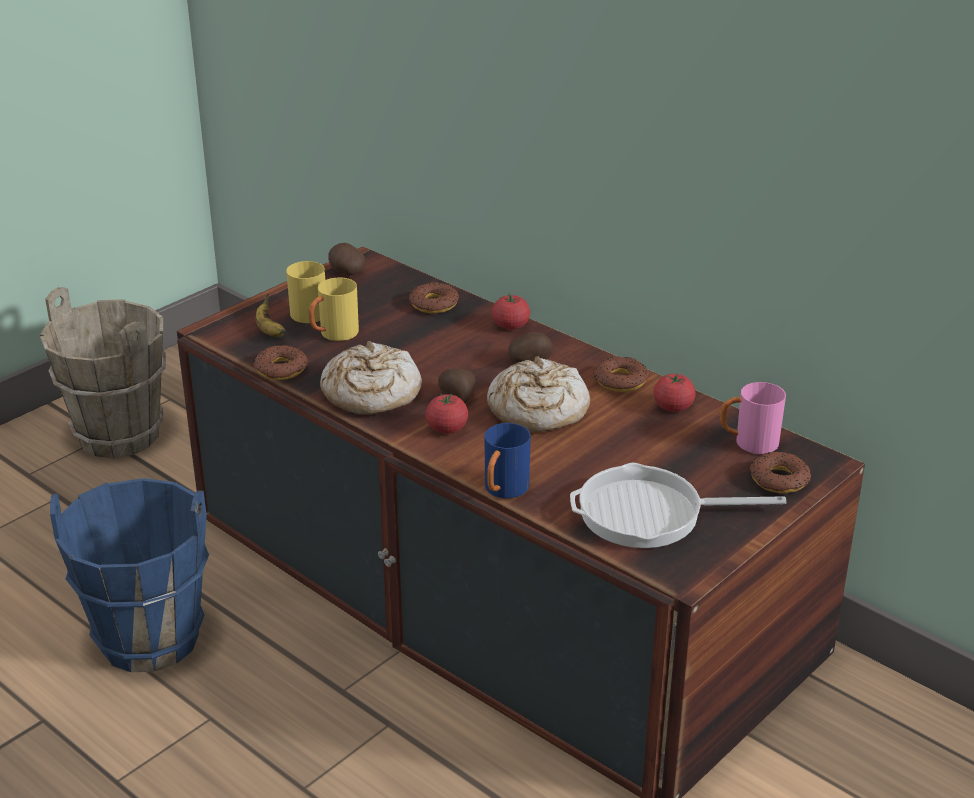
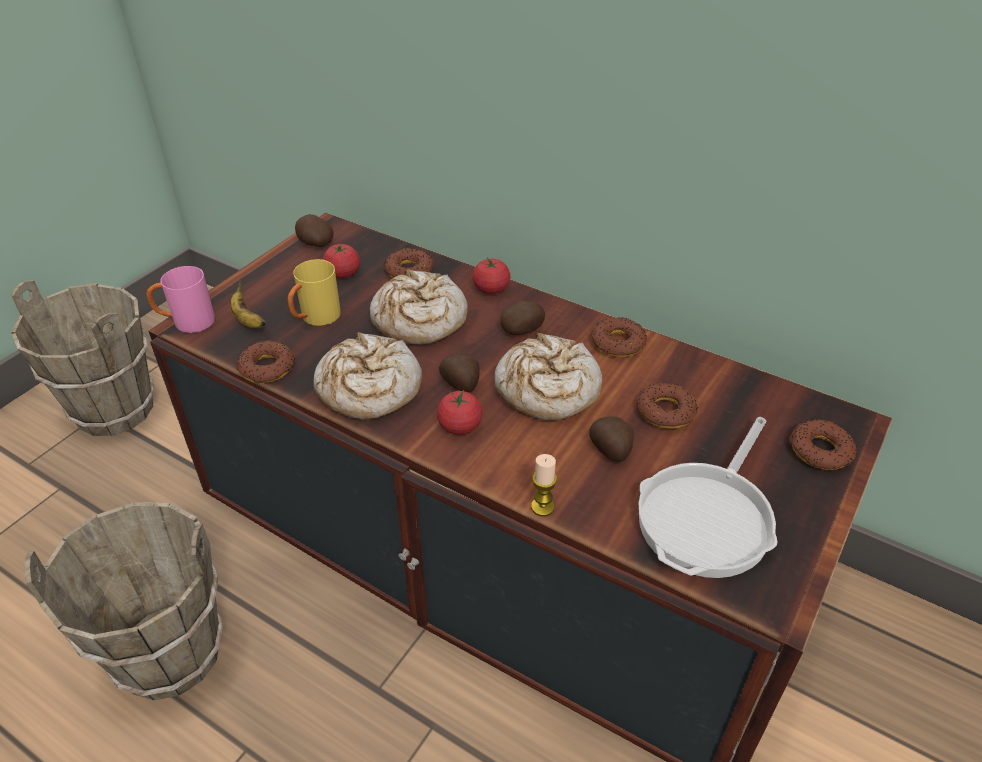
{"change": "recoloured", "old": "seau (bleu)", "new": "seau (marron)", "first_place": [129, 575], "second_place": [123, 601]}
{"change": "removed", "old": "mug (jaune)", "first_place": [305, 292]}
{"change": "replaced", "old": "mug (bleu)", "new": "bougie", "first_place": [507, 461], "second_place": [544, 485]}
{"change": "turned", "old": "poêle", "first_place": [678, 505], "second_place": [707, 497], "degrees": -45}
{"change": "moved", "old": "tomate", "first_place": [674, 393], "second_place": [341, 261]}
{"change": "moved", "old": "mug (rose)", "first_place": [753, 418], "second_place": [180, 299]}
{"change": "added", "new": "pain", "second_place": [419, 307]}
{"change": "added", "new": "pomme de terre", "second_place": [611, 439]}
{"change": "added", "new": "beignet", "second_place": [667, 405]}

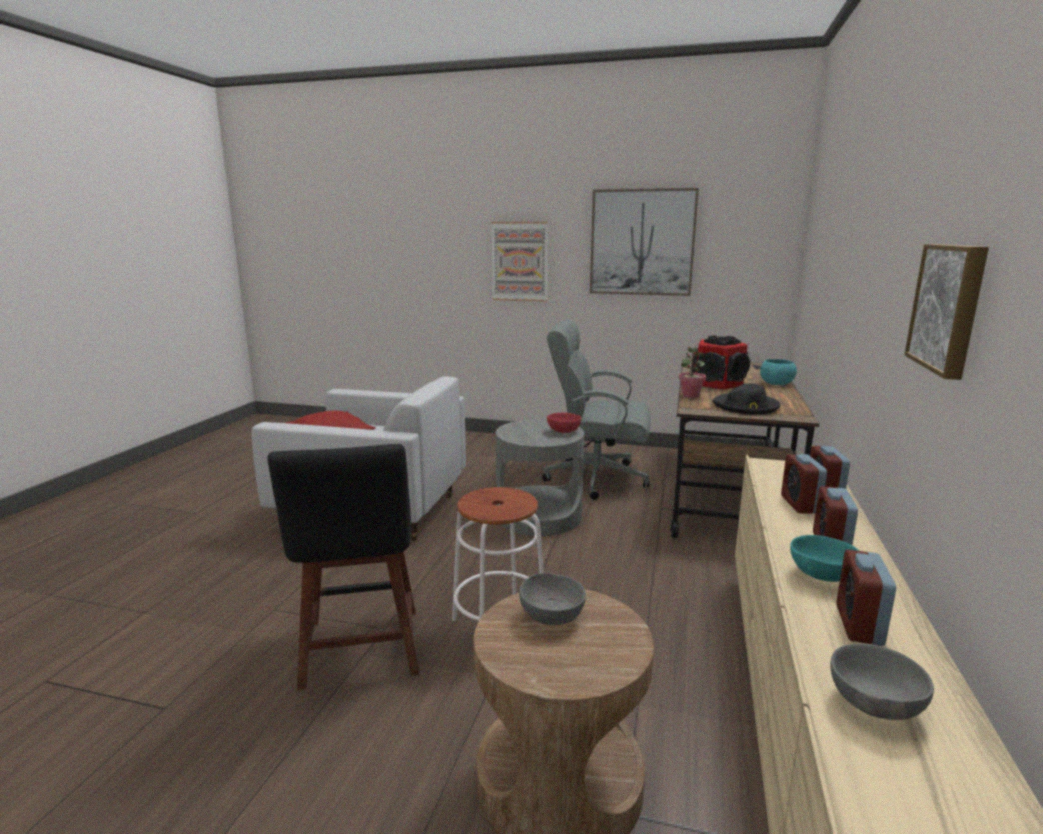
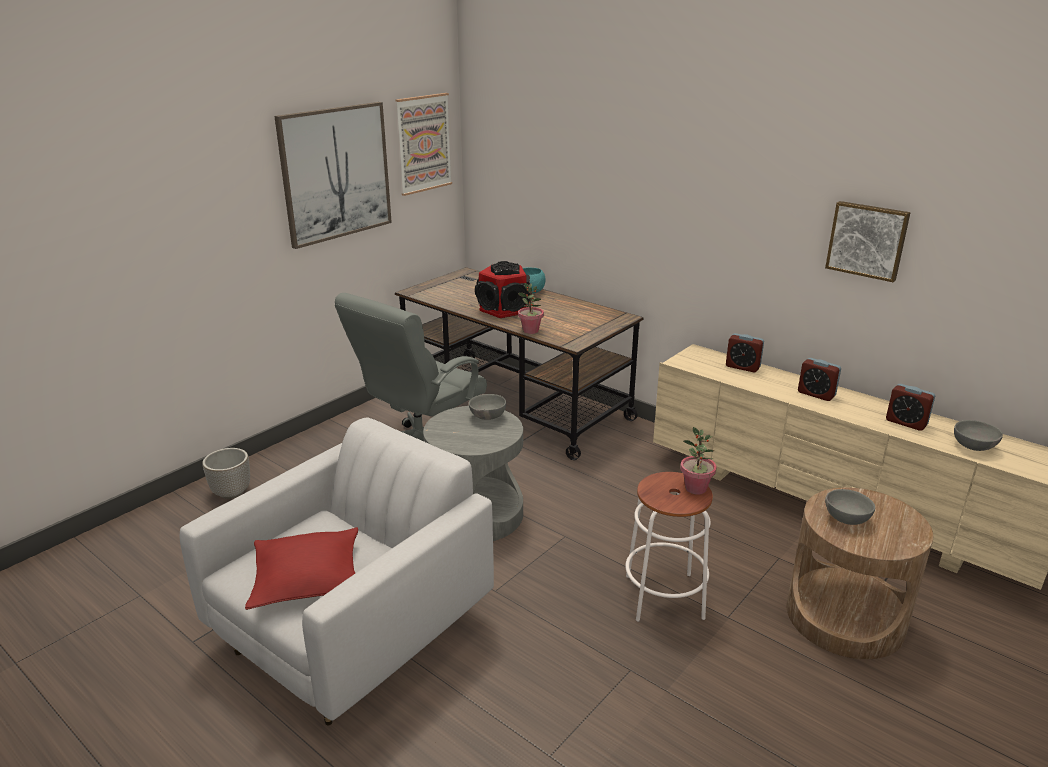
{"change": "removed", "old": "tabouret (noir)", "first_place": [343, 567]}
{"change": "moved", "old": "tableau", "first_place": [519, 262], "second_place": [423, 144]}
{"change": "recoloured", "old": "bol (rouge)", "new": "bol (gris)", "first_place": [564, 423], "second_place": [487, 407]}
{"change": "removed", "old": "chapeau (noir)", "first_place": [746, 399]}
{"change": "removed", "old": "réveil", "first_place": [804, 483]}
{"change": "removed", "old": "bol (turquoise)", "first_place": [824, 558]}
{"change": "added", "new": "cache-pot", "second_place": [226, 473]}
{"change": "added", "new": "plante en pot", "second_place": [698, 461]}

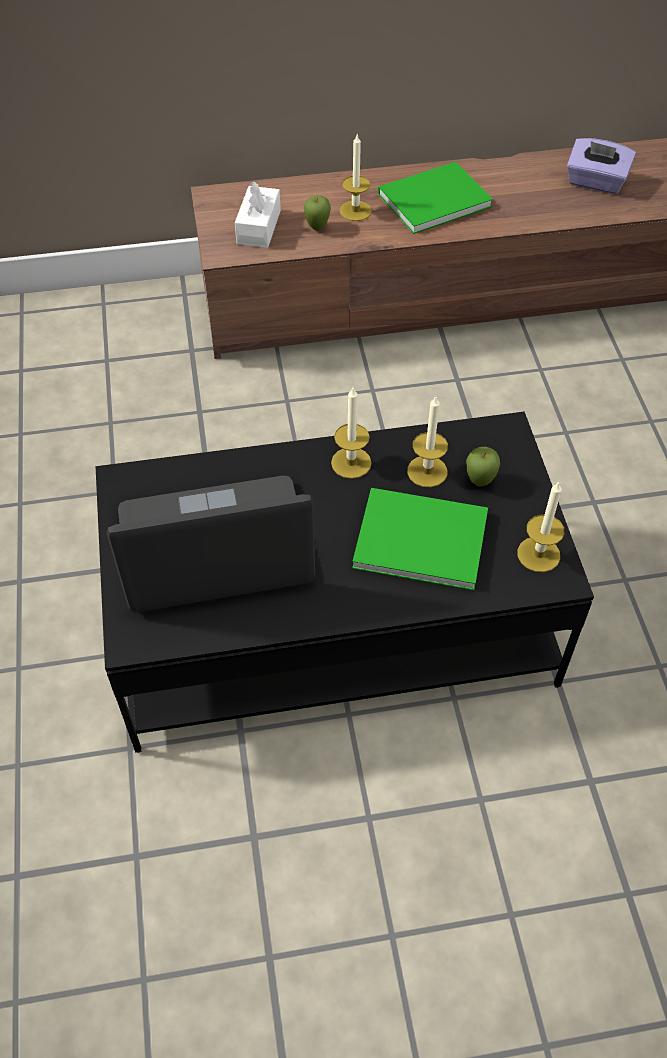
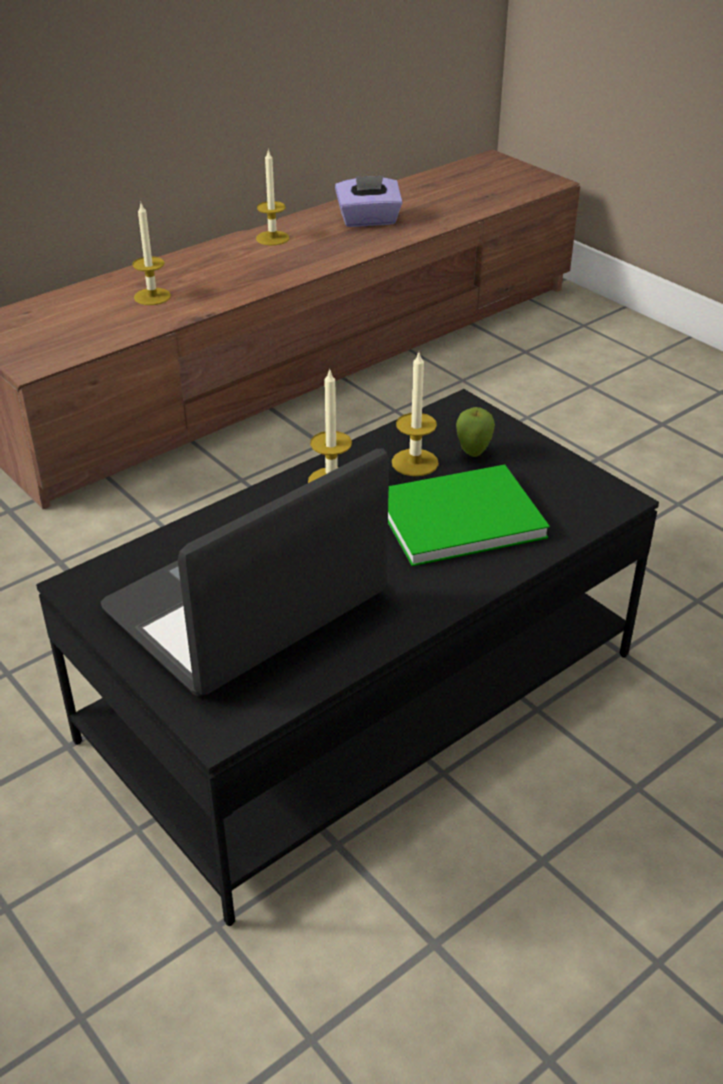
{"change": "removed", "old": "boîte à mouchoirs (blanc)", "first_place": [258, 214]}
{"change": "removed", "old": "pomme", "first_place": [317, 213]}
{"change": "removed", "old": "livre (vert)", "first_place": [435, 198]}
{"change": "moved", "old": "bougie", "first_place": [541, 526], "second_place": [272, 197]}

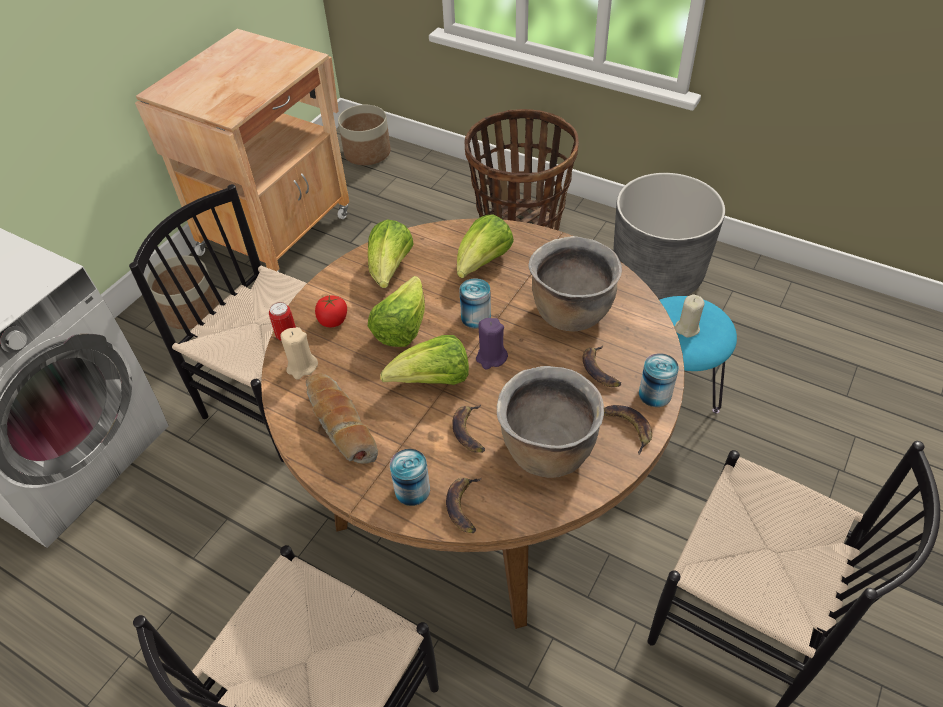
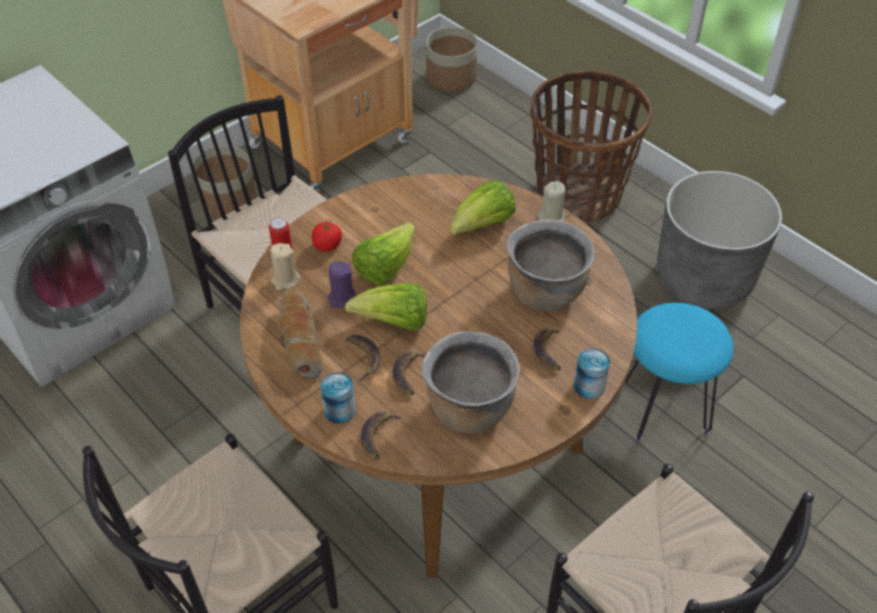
{"change": "removed", "old": "laitue", "first_place": [391, 253]}
{"change": "removed", "old": "boîte métallique", "first_place": [475, 303]}
{"change": "moved", "old": "bougie (violet)", "first_place": [492, 344], "second_place": [342, 284]}
{"change": "moved", "old": "banane", "first_place": [628, 430], "second_place": [363, 358]}
{"change": "moved", "old": "bougie (beige)", "first_place": [690, 316], "second_place": [552, 201]}

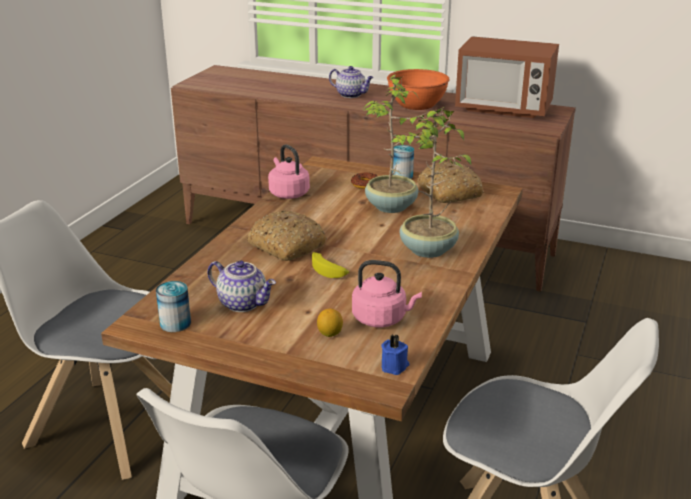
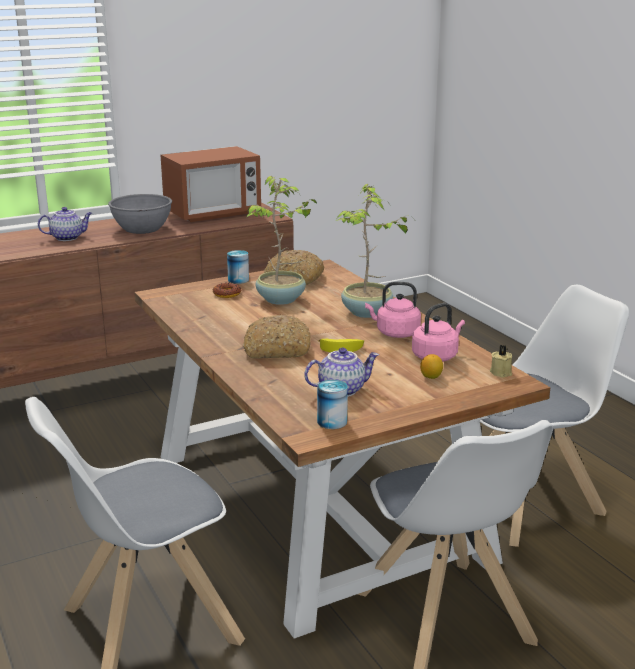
{"change": "moved", "old": "bouilloire (rose)", "first_place": [289, 171], "second_place": [393, 310]}
{"change": "recoloured", "old": "bougie (bleu)", "new": "bougie (beige)", "first_place": [395, 355], "second_place": [501, 361]}
{"change": "recoloured", "old": "bol (orange)", "new": "bol (gris)", "first_place": [418, 89], "second_place": [140, 214]}

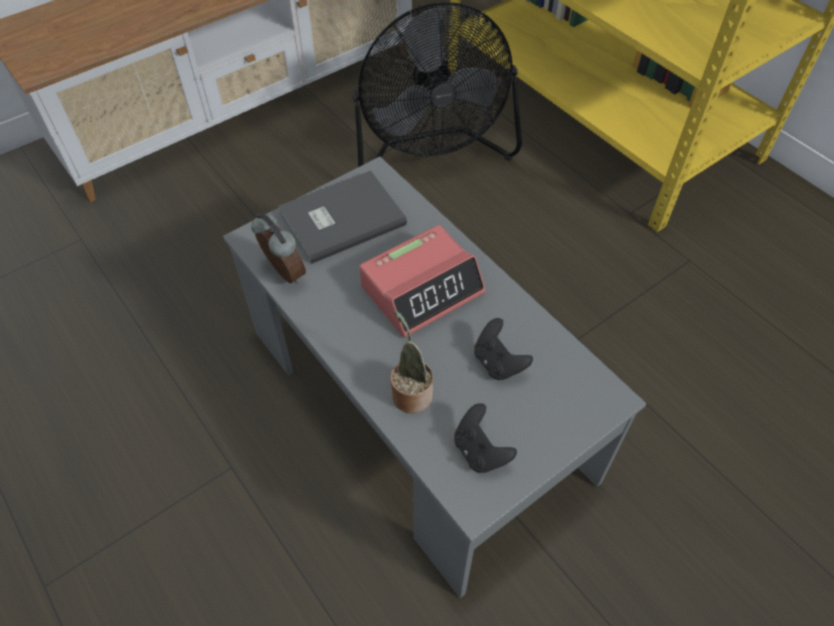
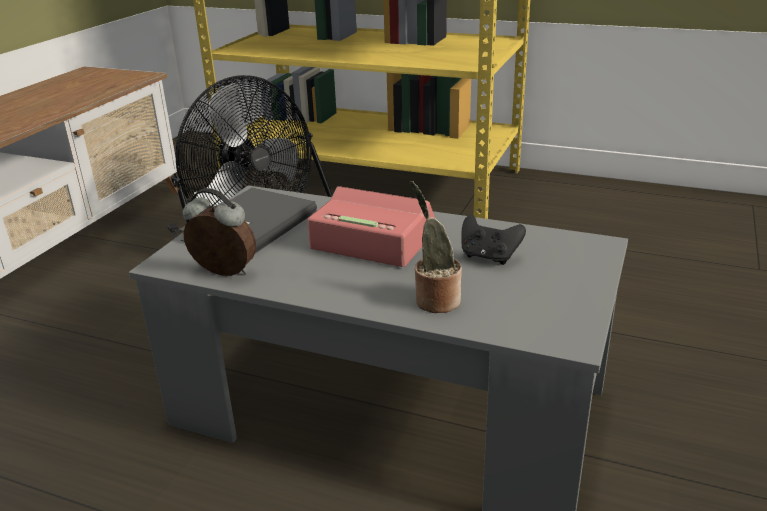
{"change": "turned", "old": "réveil", "first_place": [422, 281], "second_place": [371, 226], "degrees": -90}
{"change": "removed", "old": "manette (noir)", "first_place": [485, 438]}

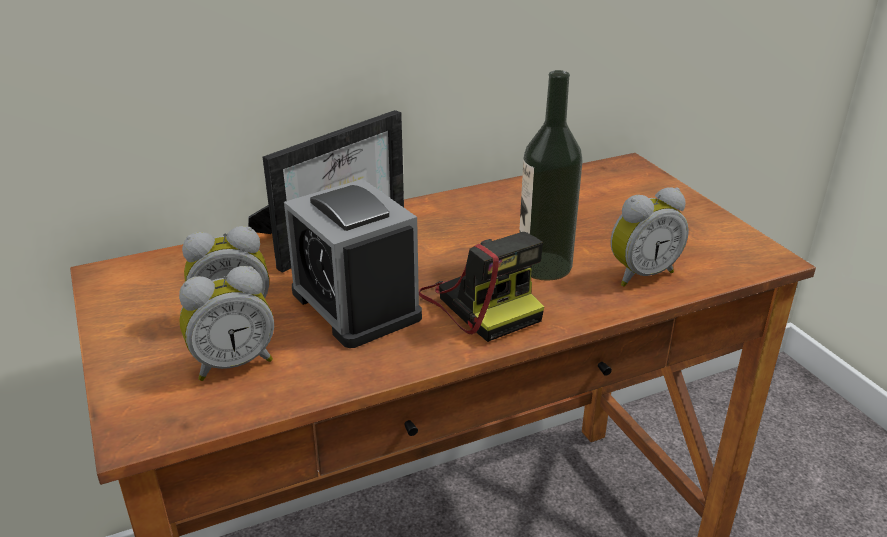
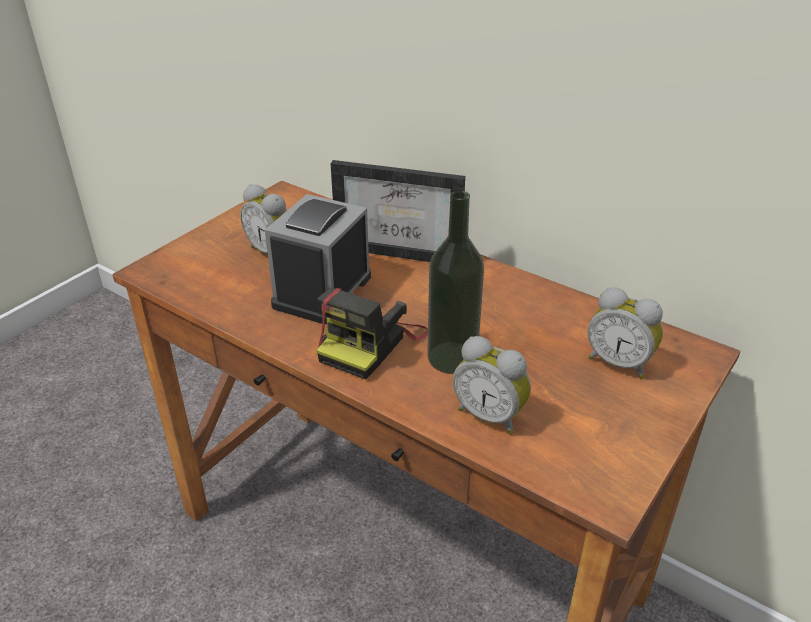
{"change": "moved", "old": "réveil", "first_place": [226, 323], "second_place": [625, 333]}

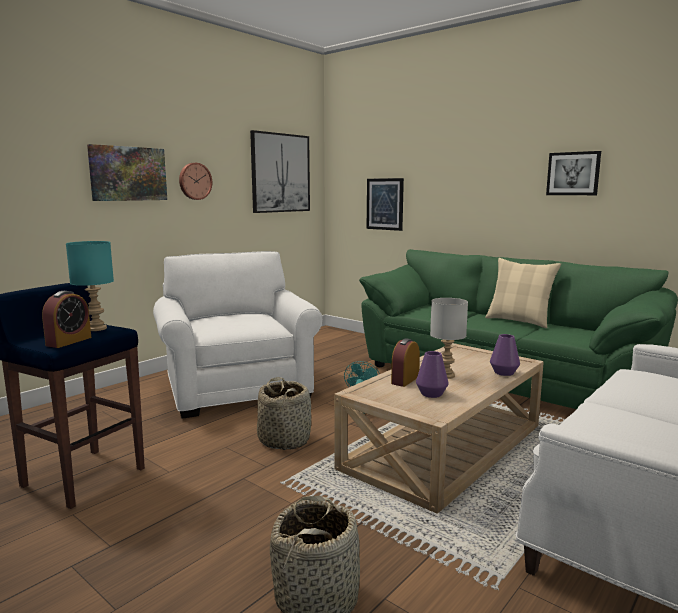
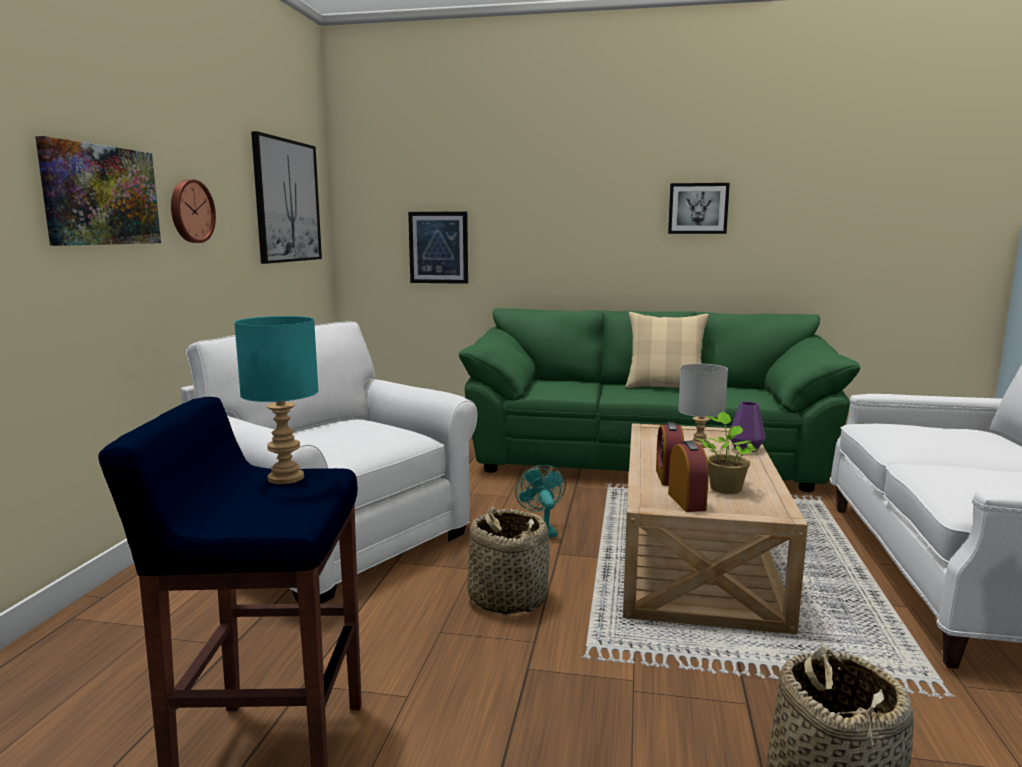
{"change": "moved", "old": "réveil", "first_place": [66, 319], "second_place": [688, 476]}
{"change": "replaced", "old": "vase (violet)", "new": "plante en pot", "first_place": [432, 374], "second_place": [727, 453]}

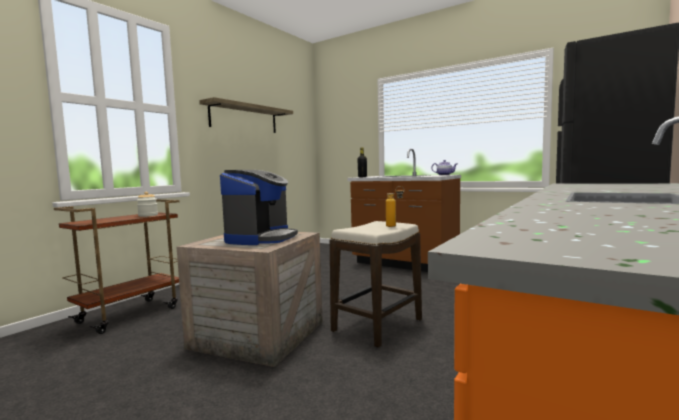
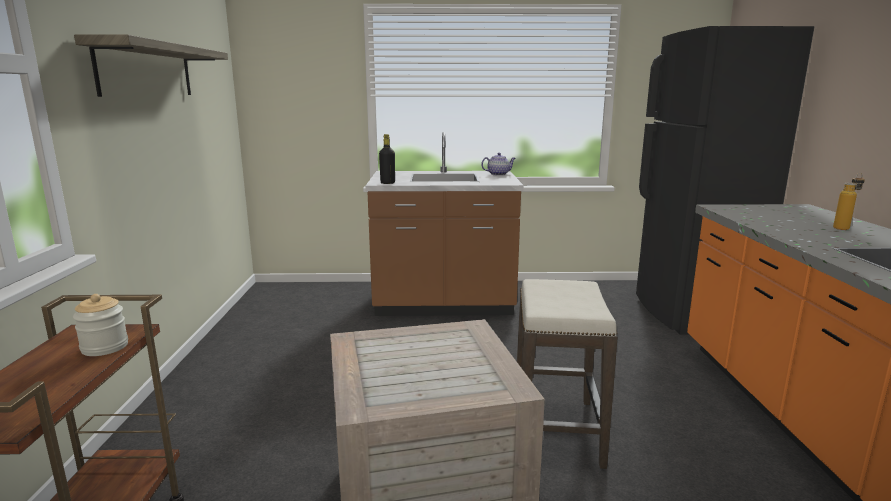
{"change": "removed", "old": "machine à café", "first_place": [259, 207]}
{"change": "moved", "old": "bouteille", "first_place": [395, 206], "second_place": [849, 201]}

